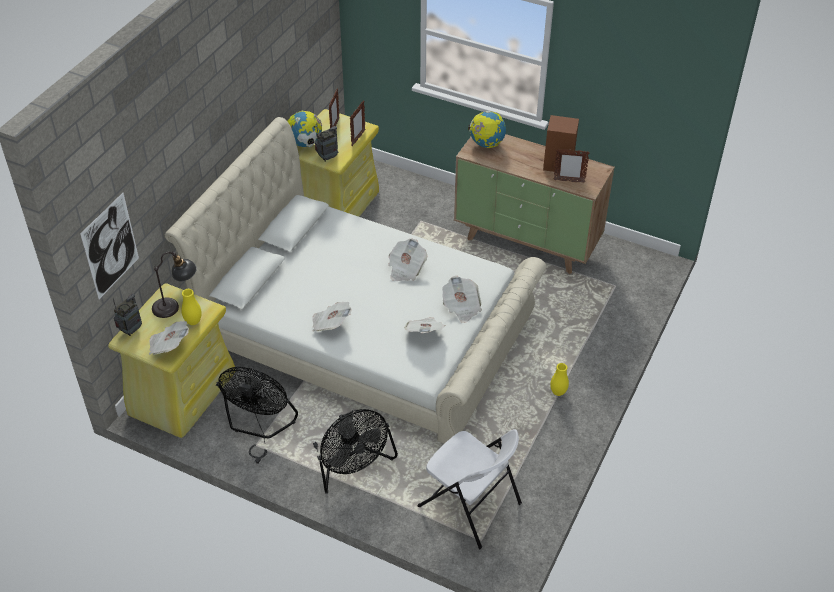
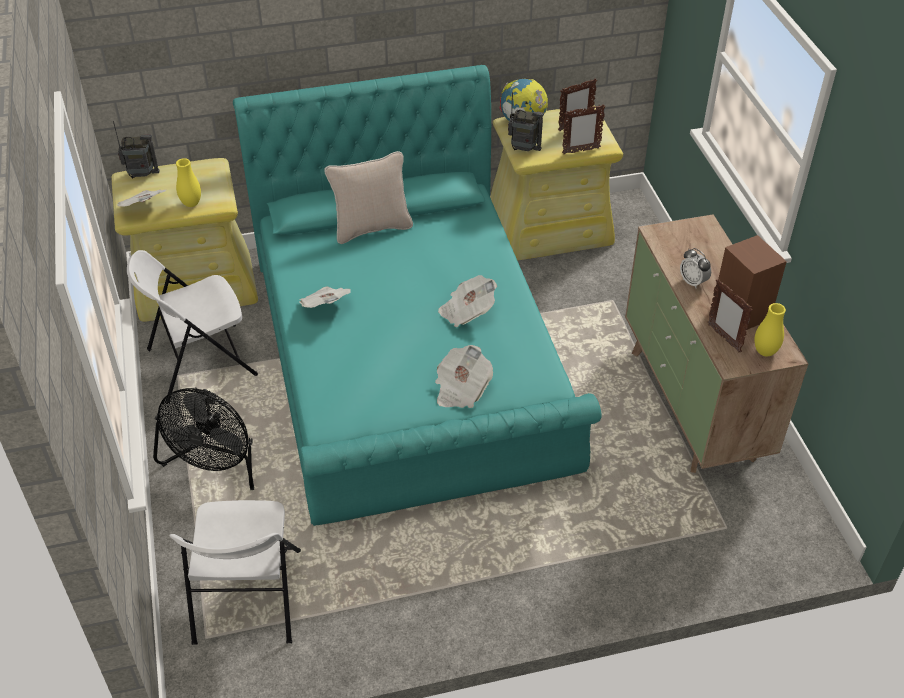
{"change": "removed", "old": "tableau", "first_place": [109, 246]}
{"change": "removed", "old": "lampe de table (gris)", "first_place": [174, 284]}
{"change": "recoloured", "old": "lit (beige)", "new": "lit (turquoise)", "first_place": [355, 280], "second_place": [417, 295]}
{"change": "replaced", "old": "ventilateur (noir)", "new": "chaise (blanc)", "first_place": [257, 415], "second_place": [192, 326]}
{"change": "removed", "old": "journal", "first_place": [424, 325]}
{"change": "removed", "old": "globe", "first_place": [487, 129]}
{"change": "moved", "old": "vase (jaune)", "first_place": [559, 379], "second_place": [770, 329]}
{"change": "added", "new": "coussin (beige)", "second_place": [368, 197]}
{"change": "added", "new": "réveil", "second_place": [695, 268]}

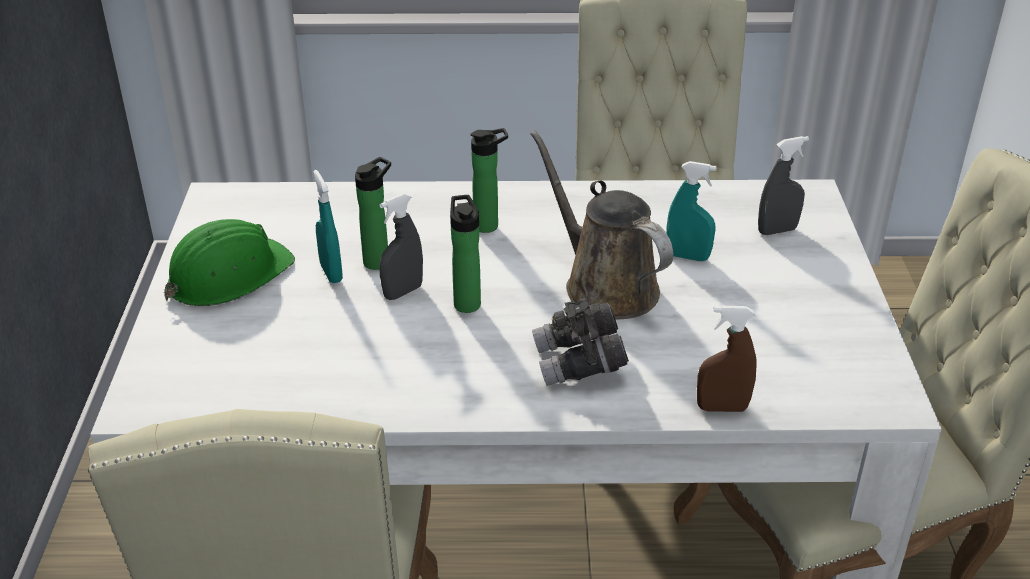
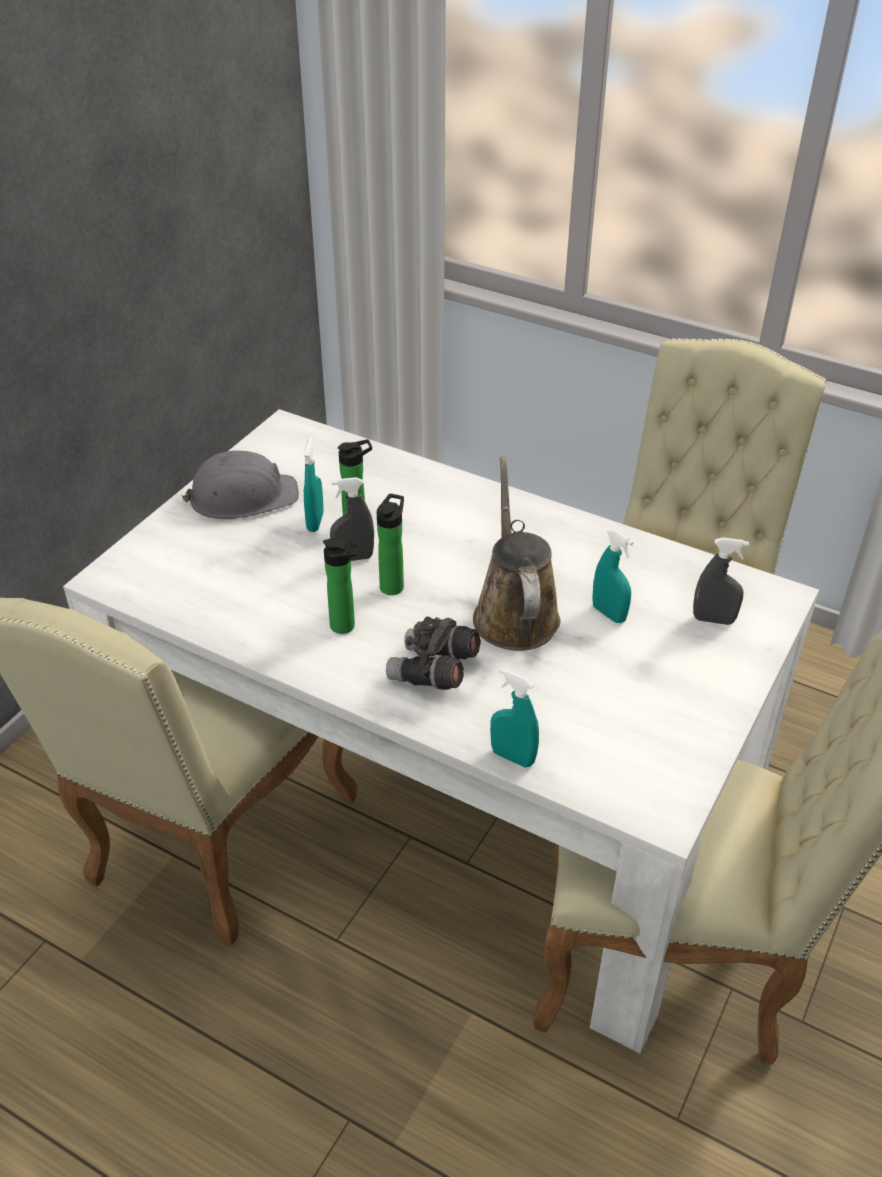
{"change": "recoloured", "old": "casque de chantier (vert)", "new": "casque de chantier (gris)", "first_place": [229, 262], "second_place": [240, 484]}
{"change": "moved", "old": "bouteille", "first_place": [489, 180], "second_place": [342, 586]}
{"change": "recoloured", "old": "vaporisateur (marron)", "new": "vaporisateur (turquoise)", "first_place": [726, 359], "second_place": [514, 717]}

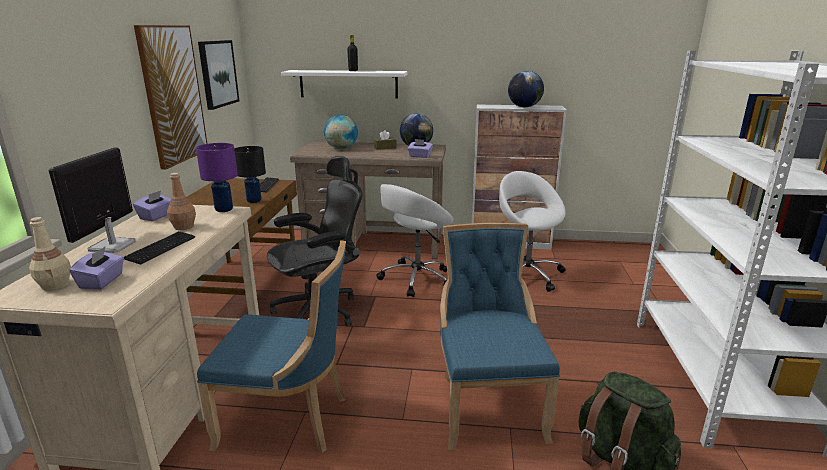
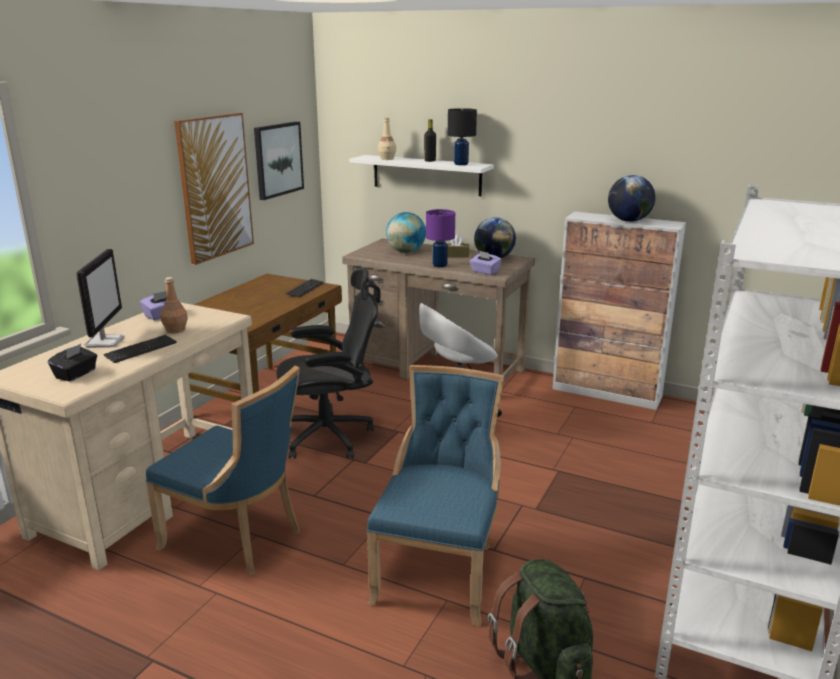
{"change": "moved", "old": "bouteille (beige)", "first_place": [50, 254], "second_place": [387, 139]}
{"change": "turned", "old": "écran d'ordinateur", "first_place": [92, 200], "second_place": [100, 298], "degrees": 150}
{"change": "recoloured", "old": "boîte à mouchoirs (violet)", "new": "boîte à mouchoirs (noir)", "first_place": [96, 268], "second_place": [72, 362]}
{"change": "moved", "old": "lampe de table (violet)", "first_place": [217, 177], "second_place": [440, 238]}
{"change": "moved", "old": "lampe de table (noir)", "first_place": [250, 174], "second_place": [462, 136]}
{"change": "removed", "old": "chaise de bureau (blanc)", "first_place": [532, 231]}

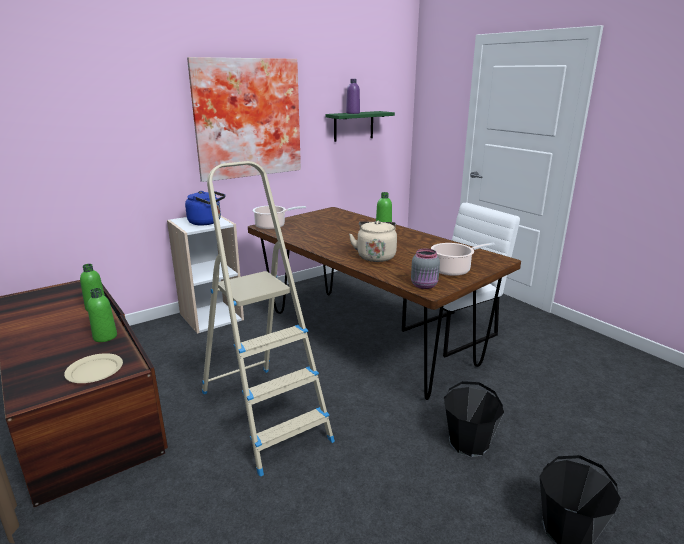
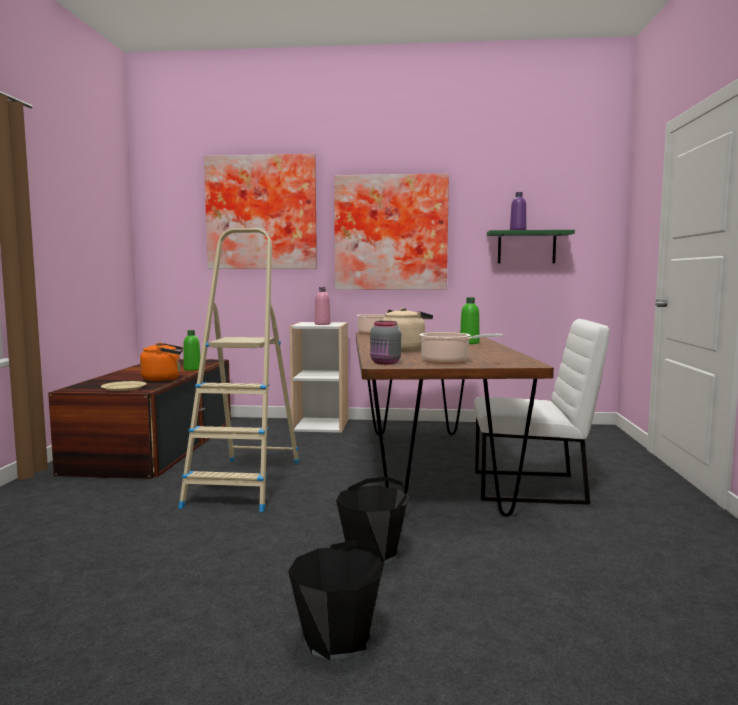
{"change": "replaced", "old": "bouteille (vert)", "new": "bouilloire (orange)", "first_place": [102, 315], "second_place": [161, 362]}
{"change": "replaced", "old": "bouilloire (bleu)", "new": "bouteille (rose)", "first_place": [205, 208], "second_place": [323, 306]}
{"change": "added", "new": "tableau", "second_place": [260, 211]}

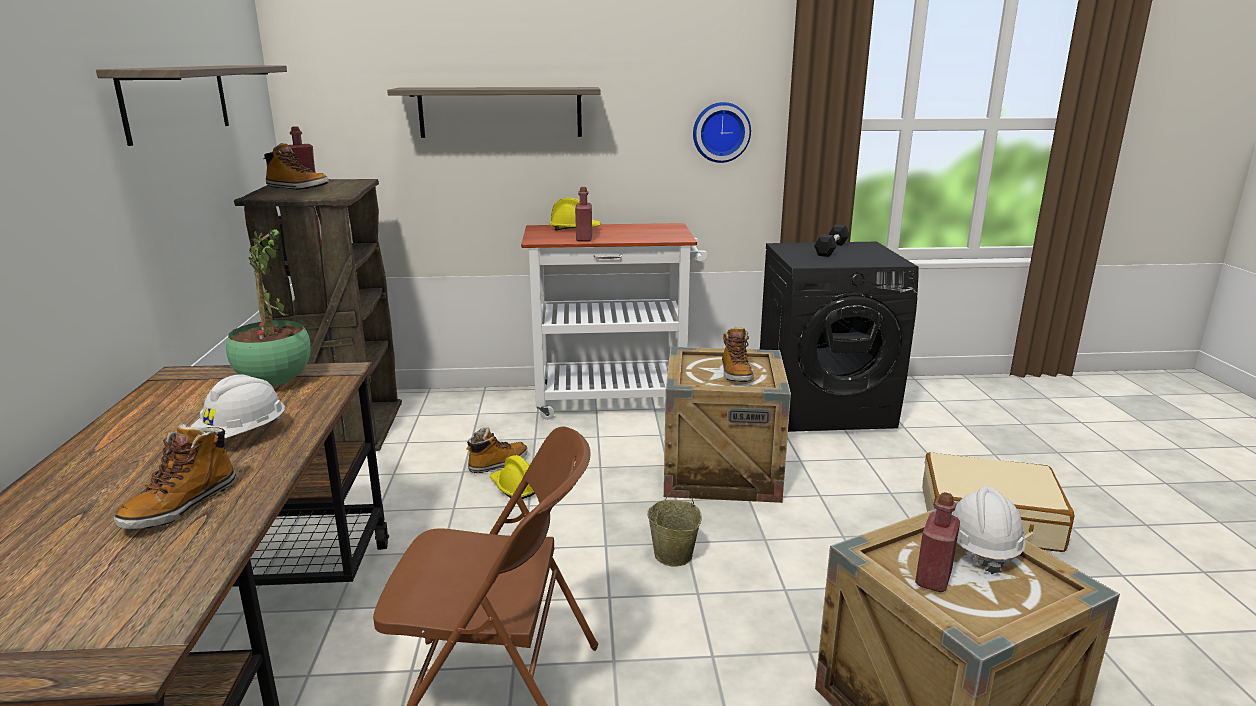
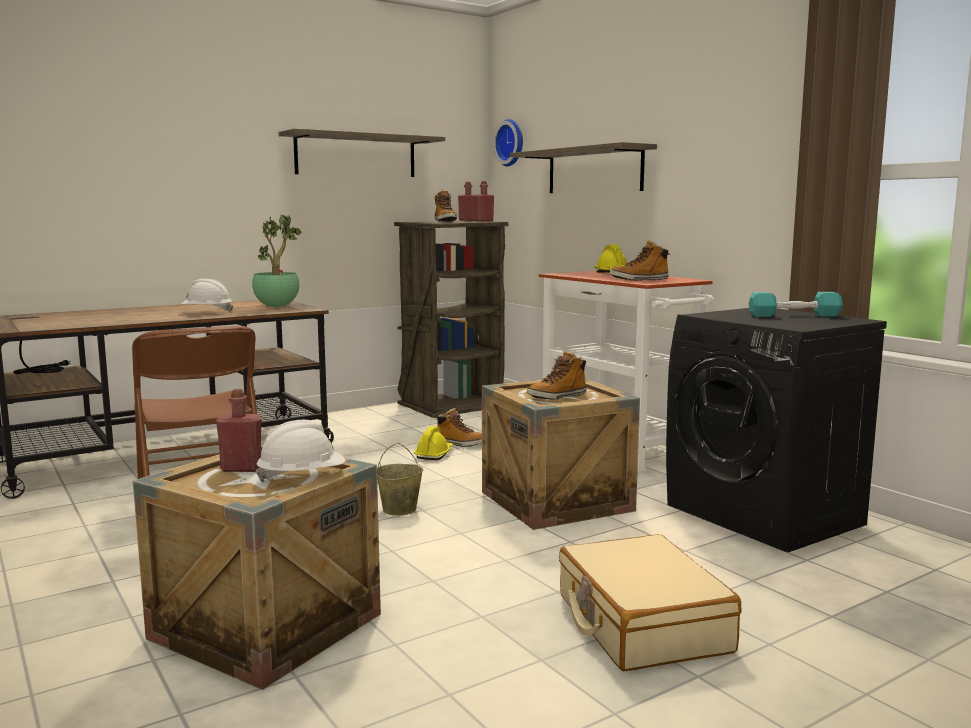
{"change": "moved", "old": "botte", "first_place": [175, 477], "second_place": [640, 260]}
{"change": "moved", "old": "bouteille (rouge)", "first_place": [583, 214], "second_place": [484, 201]}
{"change": "moved", "old": "horloge murale", "first_place": [722, 132], "second_place": [508, 142]}
{"change": "recoloured", "old": "haltère (noir)", "new": "haltère (turquoise)", "first_place": [832, 241], "second_place": [796, 304]}

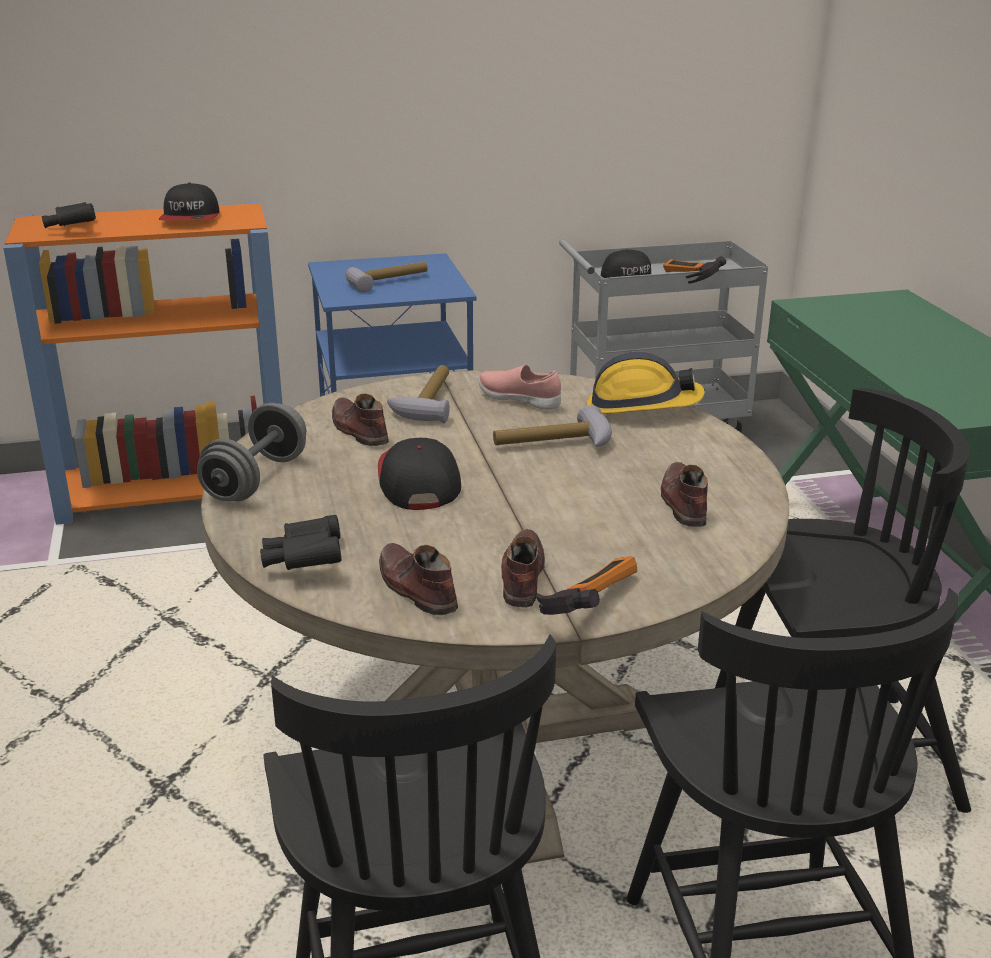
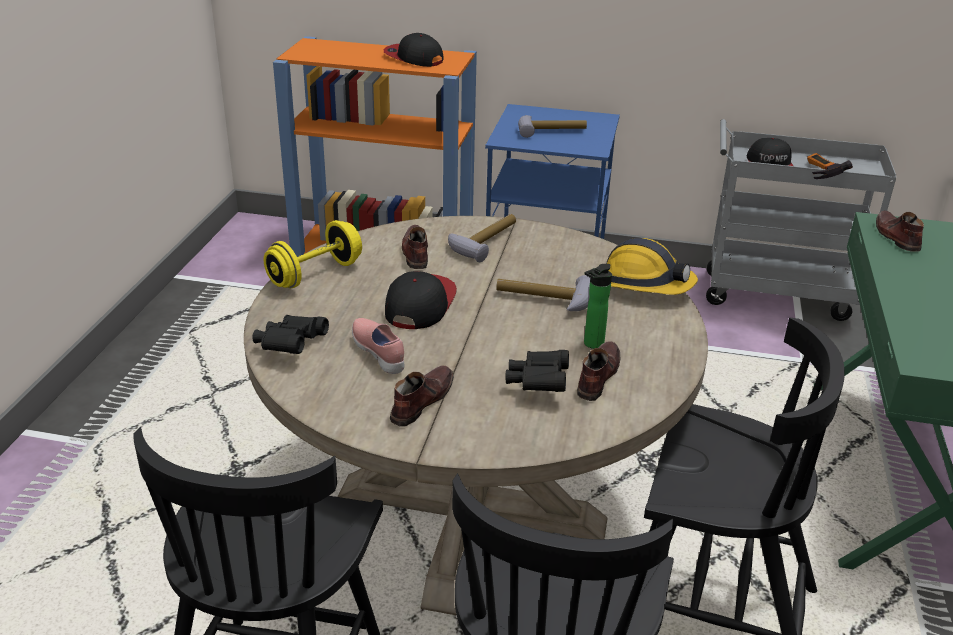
{"change": "moved", "old": "jumelles (noir)", "first_place": [69, 215], "second_place": [537, 371]}
{"change": "turned", "old": "casquette", "first_place": [189, 201], "second_place": [413, 50], "degrees": 105}
{"change": "recoloured", "old": "haltère (gris)", "new": "haltère (jaune)", "first_place": [251, 452], "second_place": [313, 254]}
{"change": "moved", "old": "chaussure (marron)", "first_place": [418, 579], "second_place": [900, 231]}
{"change": "moved", "old": "chaussure (rose)", "first_place": [519, 387], "second_place": [378, 346]}
{"change": "removed", "old": "marteau", "first_place": [587, 585]}
{"change": "added", "new": "bouteille", "second_place": [598, 306]}

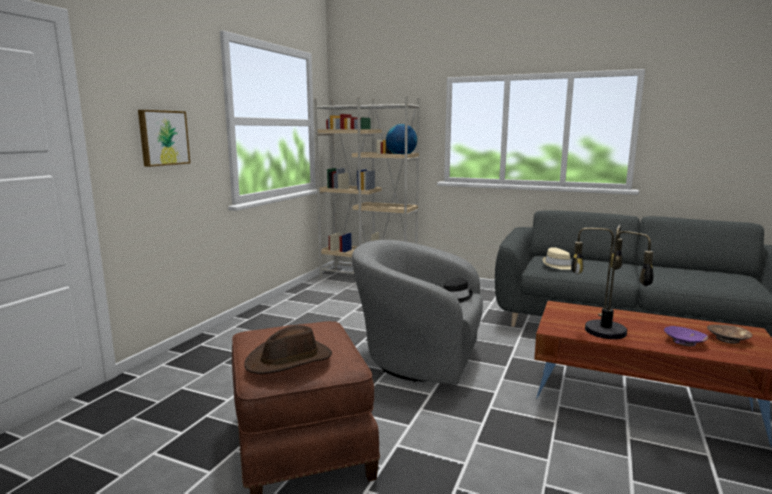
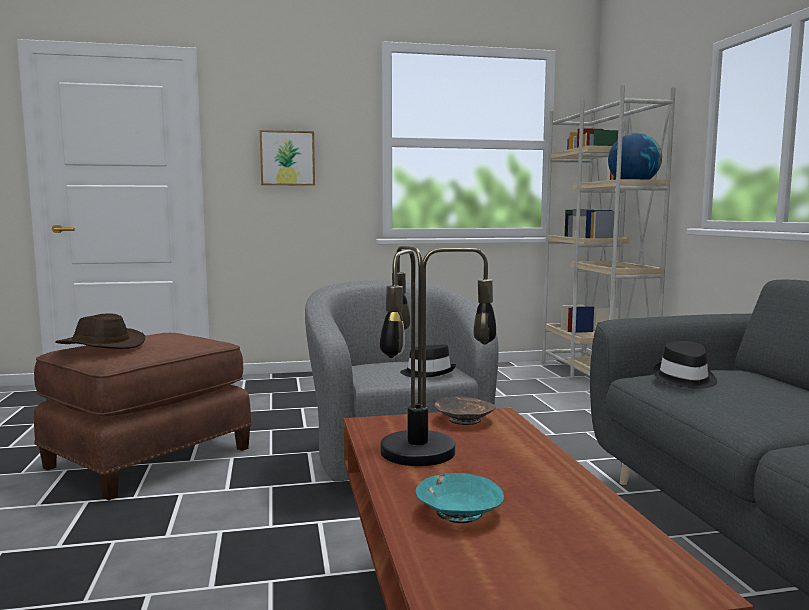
{"change": "recoloured", "old": "chapeau (beige)", "new": "chapeau (noir)", "first_place": [556, 258], "second_place": [685, 365]}
{"change": "recoloured", "old": "bol (violet)", "new": "bol (turquoise)", "first_place": [686, 336], "second_place": [460, 498]}
{"change": "moved", "old": "bol (marron)", "first_place": [729, 334], "second_place": [465, 410]}

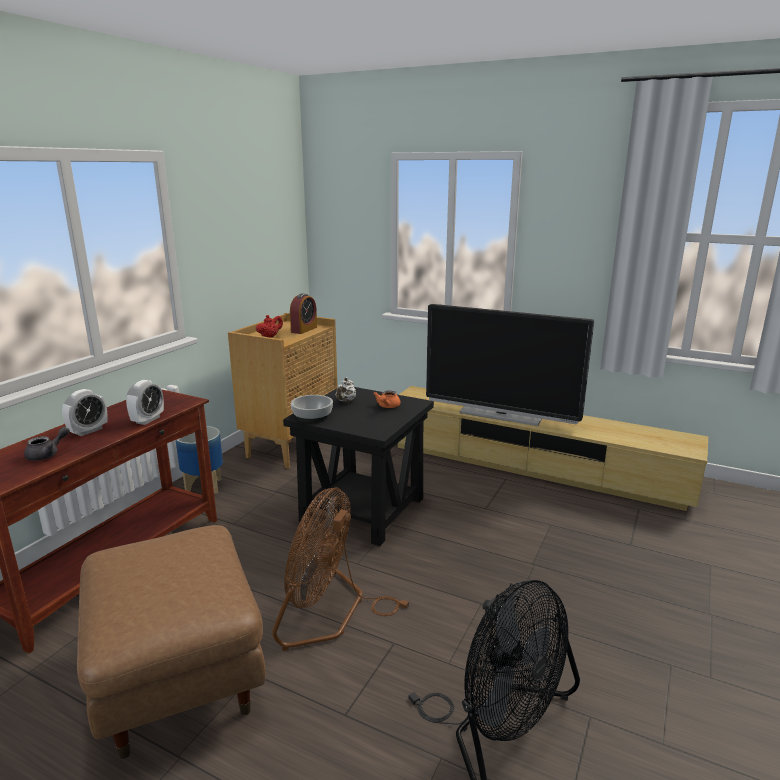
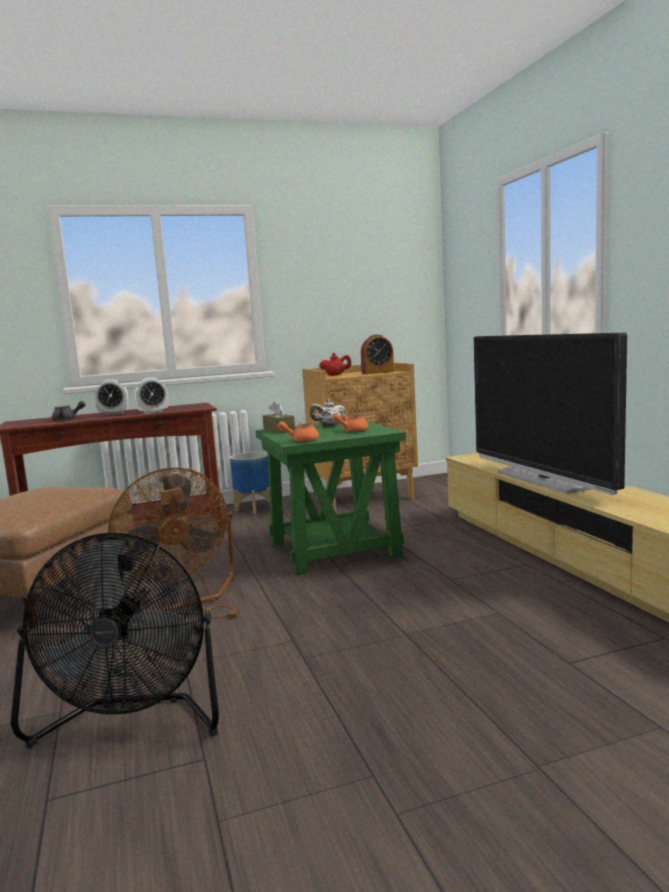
{"change": "recoloured", "old": "table d'appoint (noir)", "new": "table d'appoint (vert)", "first_place": [358, 466], "second_place": [331, 497]}
{"change": "replaced", "old": "bol", "new": "boîte à mouchoirs (marron)", "first_place": [312, 409], "second_place": [279, 417]}
{"change": "added", "new": "théière (orange)", "second_place": [298, 431]}

